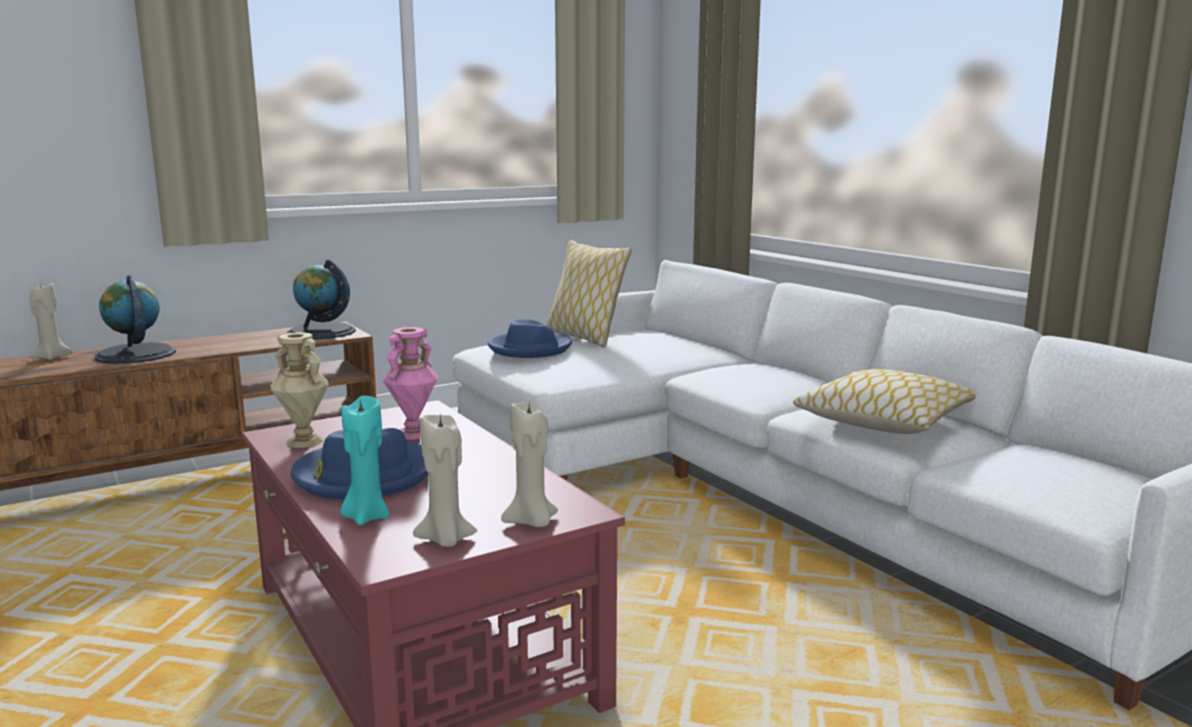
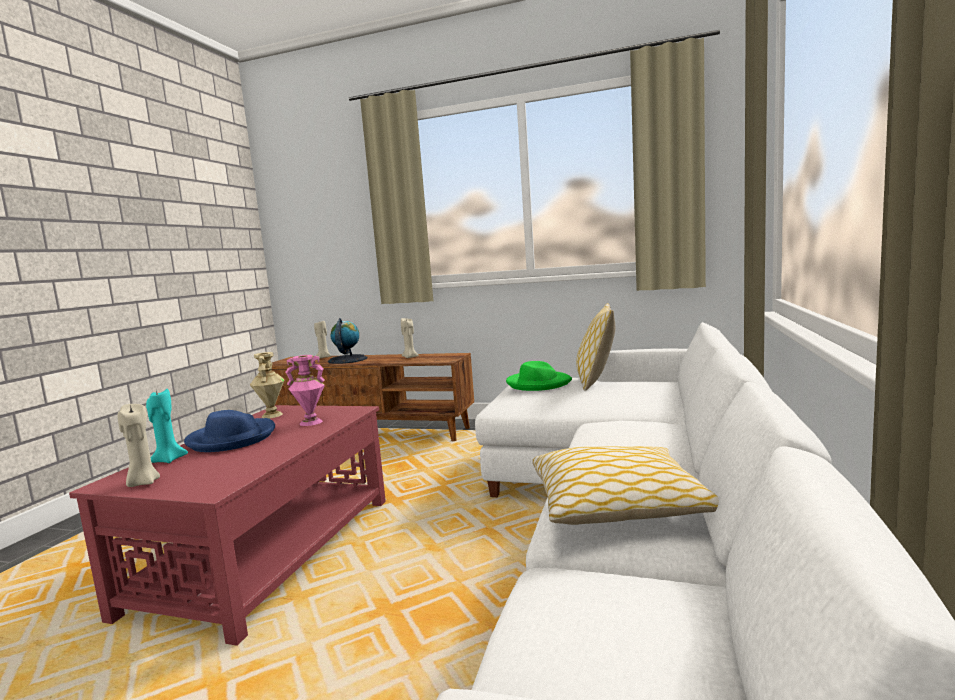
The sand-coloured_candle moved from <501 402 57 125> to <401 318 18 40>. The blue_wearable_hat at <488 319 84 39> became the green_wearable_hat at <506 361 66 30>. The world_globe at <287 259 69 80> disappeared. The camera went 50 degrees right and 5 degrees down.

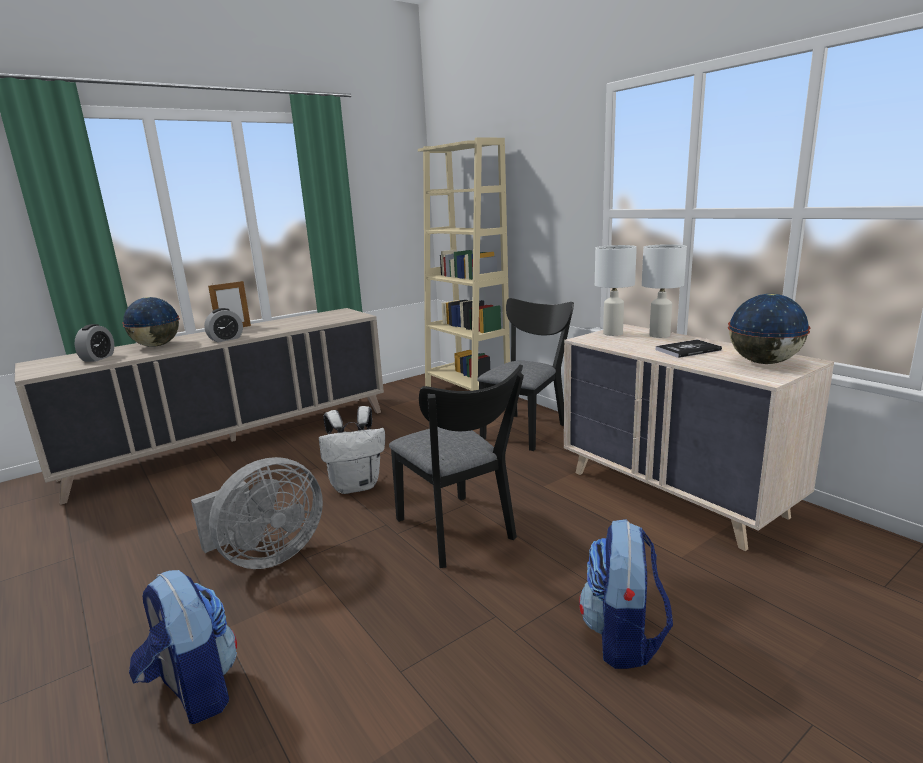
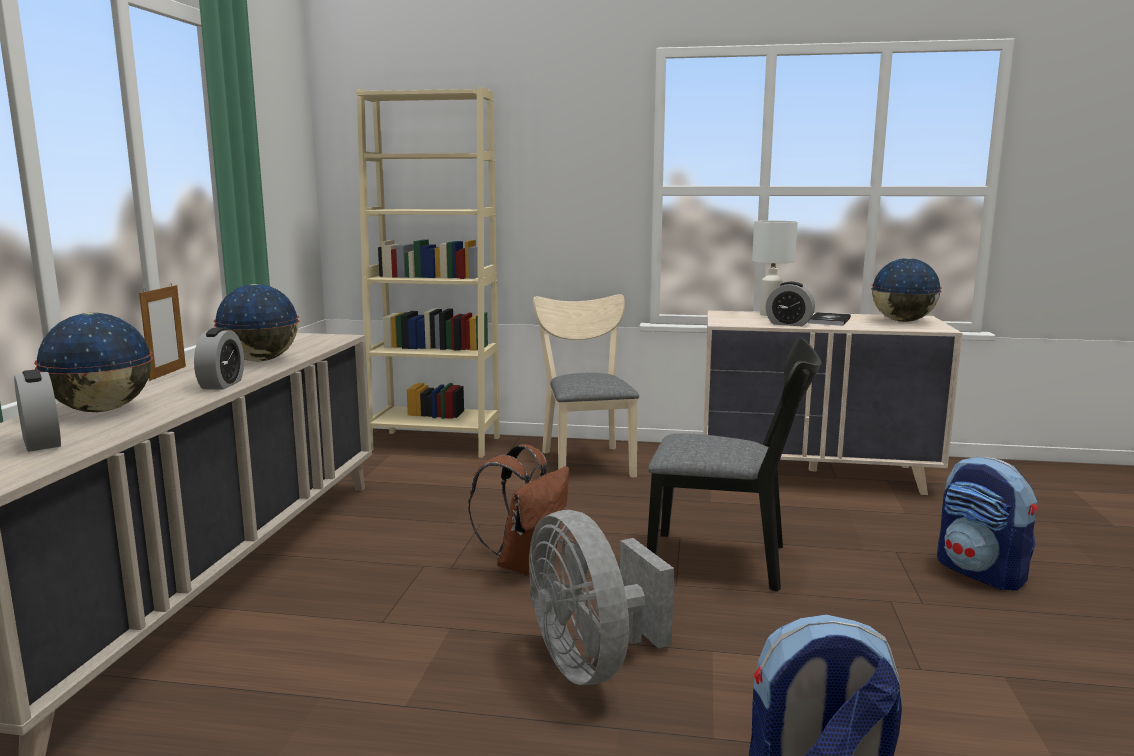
The world_globe at <214 284 85 78> appeared. The whitish_rucksack at <319 406 66 88> became the brown_rucksack at <468 444 101 132>. The greyish_electric_fan at <191 457 132 112> turned 150 degrees clockwise. The blackish_chair at <477 298 97 153> became the sand-coloured_chair at <533 294 106 184>. The alarm_clock at <766 282 49 44> appeared. The whitish_tabletop_lamp at <595 245 42 91> disappeared. The camera went 45 degrees left and 5 degrees down.

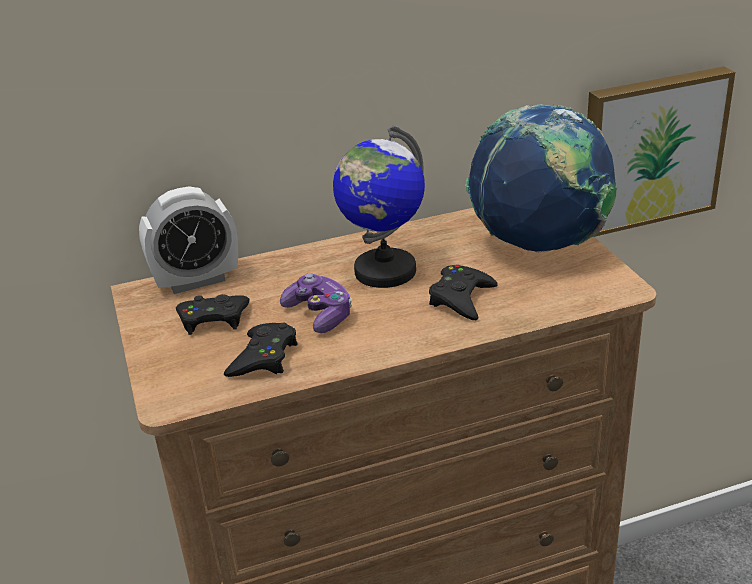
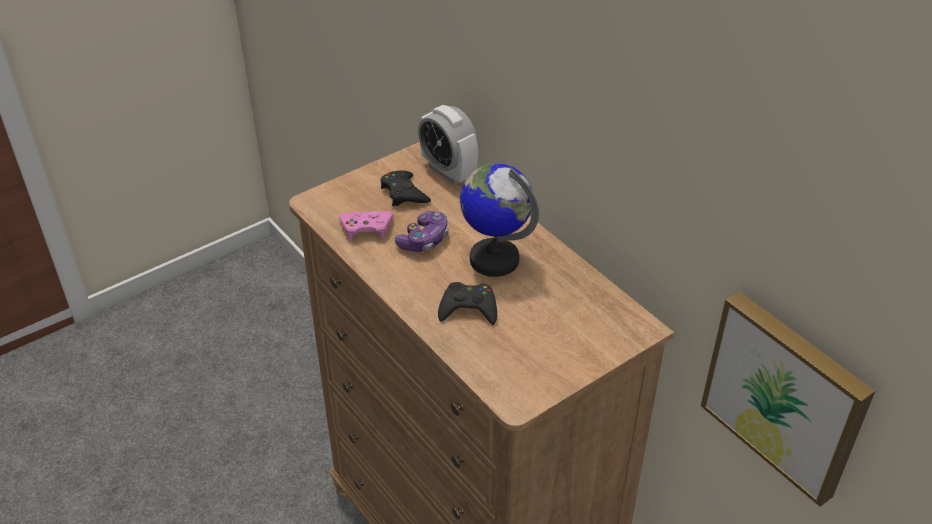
The blackish_game_controller at <224 323 74 54> became the pinkish_game_controller at <339 211 54 29>. The world_globe at <465 104 152 149> disappeared. The camera went 70 degrees right and 10 degrees up.

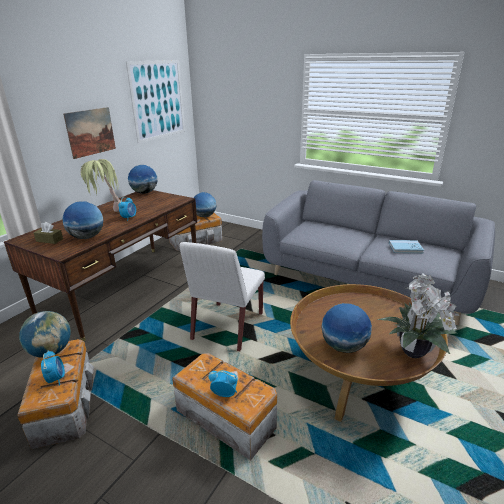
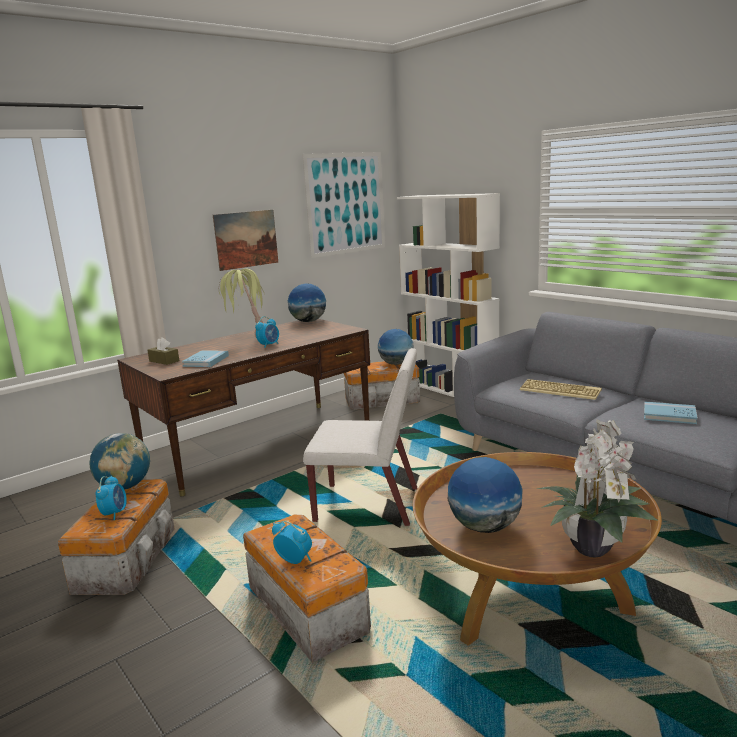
The world_globe at <63 201 40 38> was replaced by the blue_book at <182 350 47 17>. The whitish_chair at <180 242 85 110> turned 120 degrees counterclockwise. The whitish_bookcase at <397 193 103 204> appeared. The PC_keyboard at <520 379 82 21> appeared. The camera went 20 degrees right and 10 degrees down.

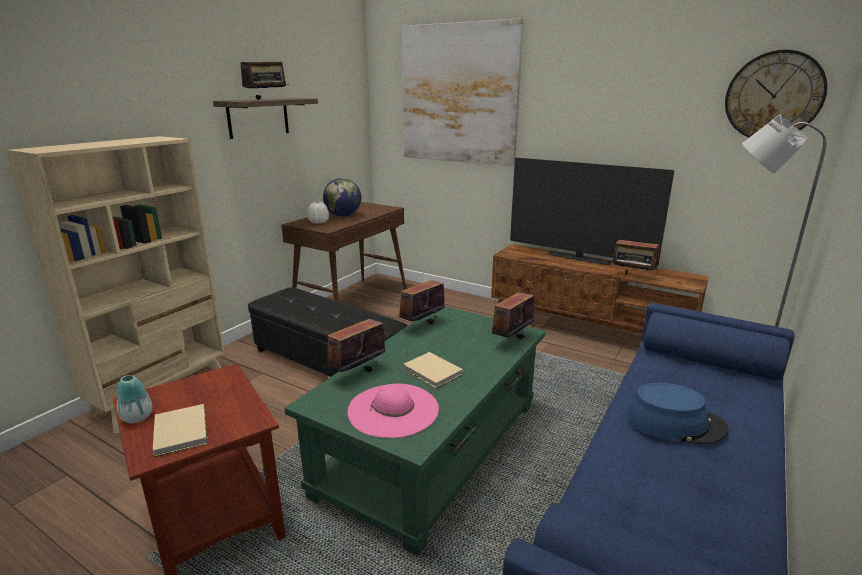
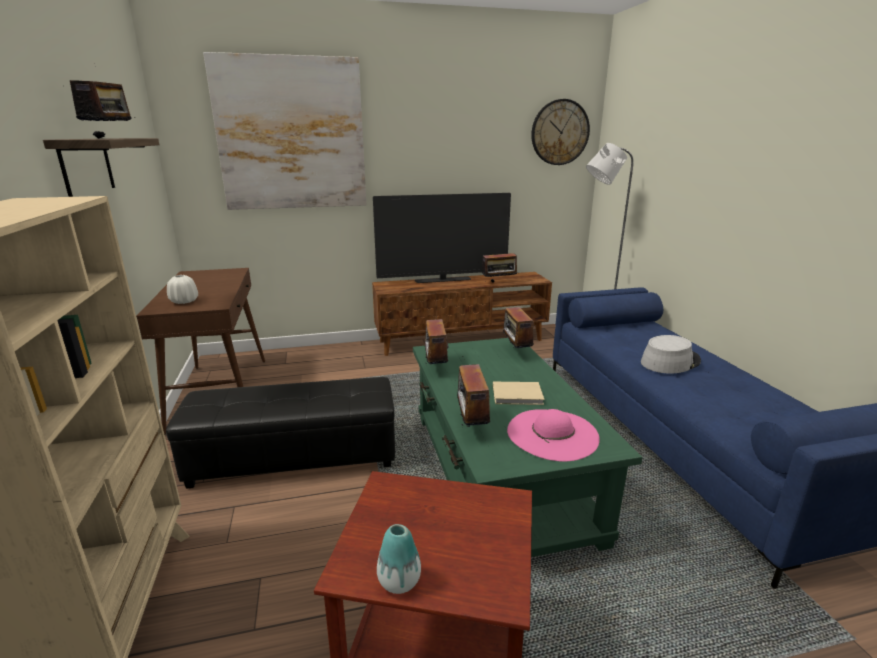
The blue_wearable_hat at <627 382 102 62> became the greyish_wearable_hat at <641 335 60 38>. The sand-coloured_book at <153 404 55 53> disappeared. The world_globe at <323 178 38 39> disappeared. The camera went 45 degrees left and 0 degrees up.

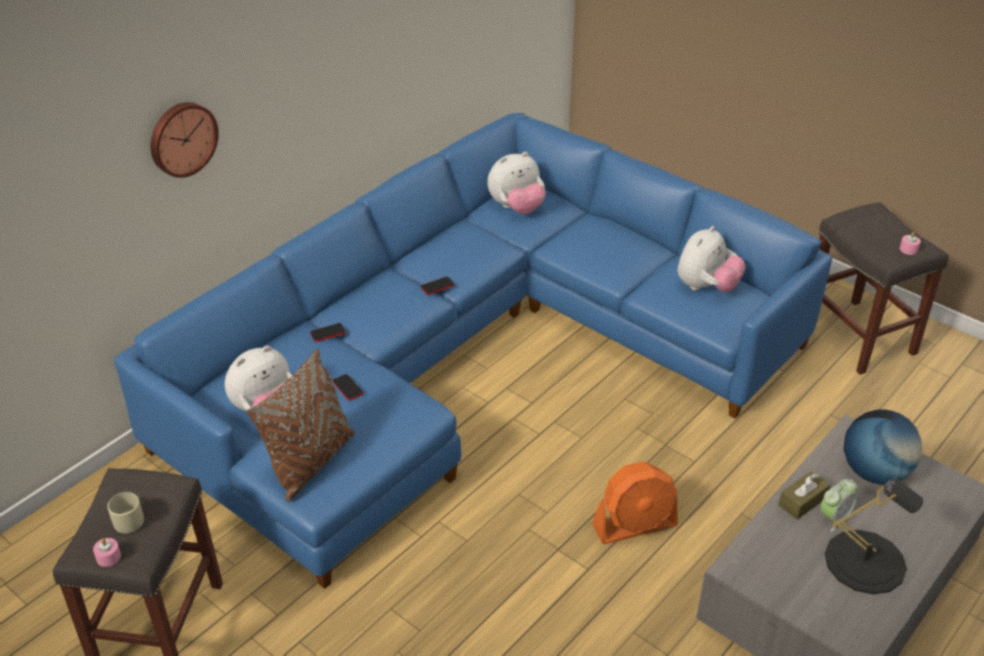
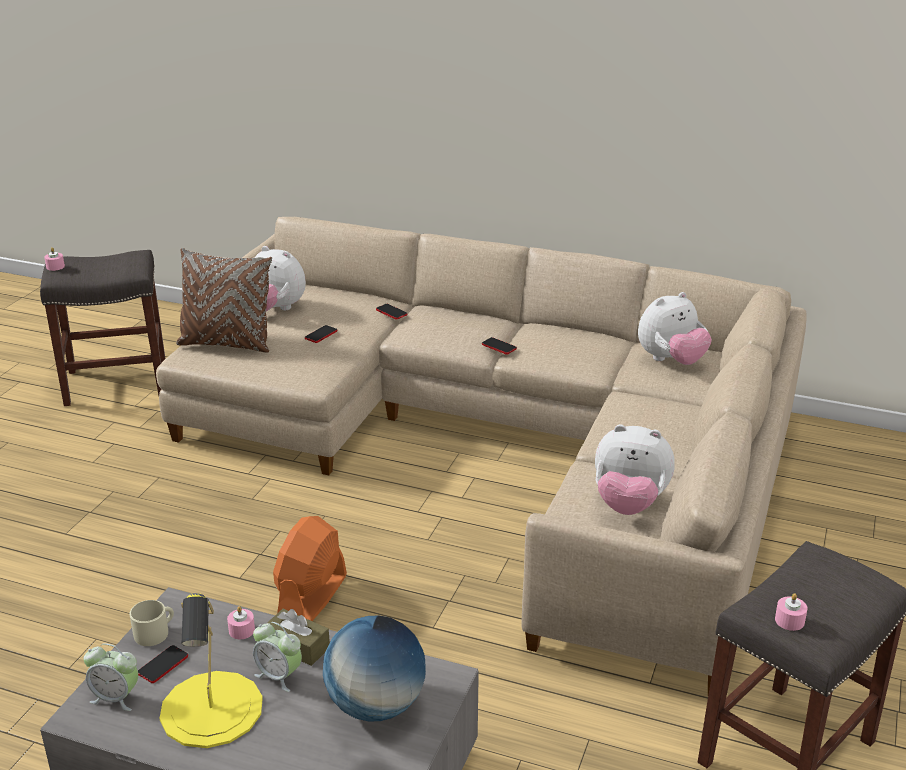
The alarm_clock at <84 643 54 68> appeared. The sand-coloured_coffee_mug moved from <107 492 37 41> to <129 600 45 46>. The phone at <138 645 50 38> appeared. The blue_settee at <114 113 719 476> became the sand-coloured_settee at <156 217 651 478>. The blackish_tabletop_lamp at <825 478 99 116> became the yellow-coloured_tabletop_lamp at <160 593 103 155>. The pinkish_candle at <227 606 28 33> appeared. The orange_electric_fan at <592 461 86 83> turned 60 degrees clockwise. The cuddly_toy at <487 152 59 62> turned 75 degrees counterclockwise. The hanging_clock at <151 102 68 76> disappeared. The camera went 70 degrees right and 10 degrees down.

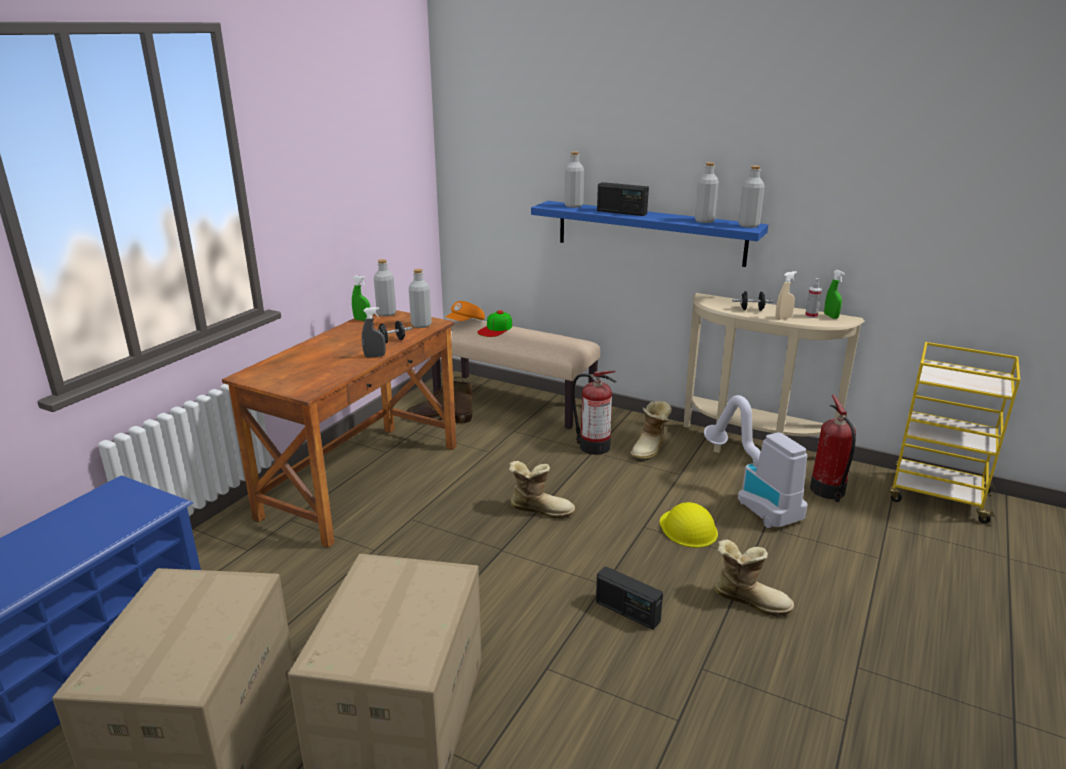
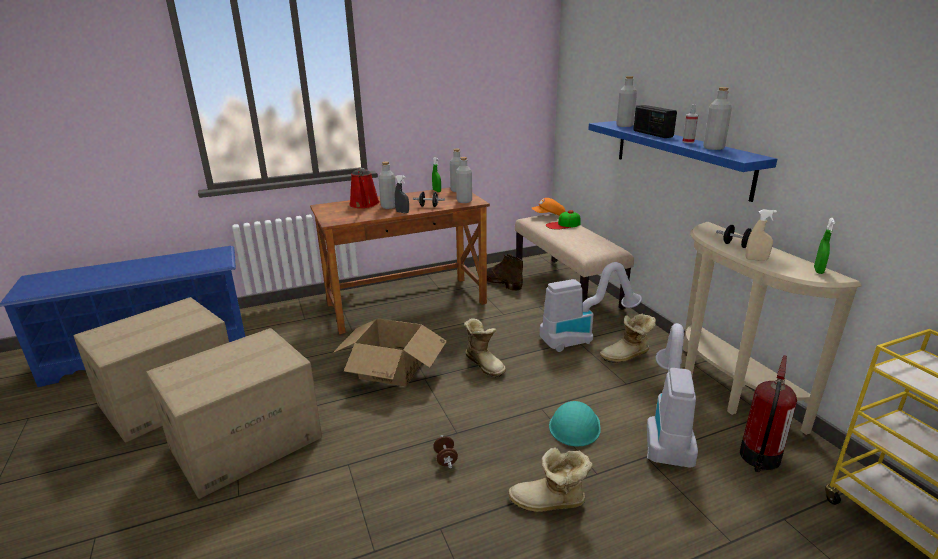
The carton at <333 318 114 69> appeared. The red_watering_can at <349 168 31 40> appeared. The greyish_bottle moved from <738 166 27 62> to <378 161 18 48>. The radio at <596 567 67 63> was replaced by the brown_free_weight at <433 435 25 33>. The boot at <715 540 79 76> turned 120 degrees clockwise. The fire-fighting_cylinder at <572 371 44 84> was replaced by the vacuum at <540 262 102 90>. The yellow-coloured_hard_hat at <660 502 58 46> became the turquoise_hard_hat at <549 401 52 46>. The spray_bottle moved from <805 278 17 40> to <682 104 16 39>. The camera went 40 degrees right and 0 degrees up.

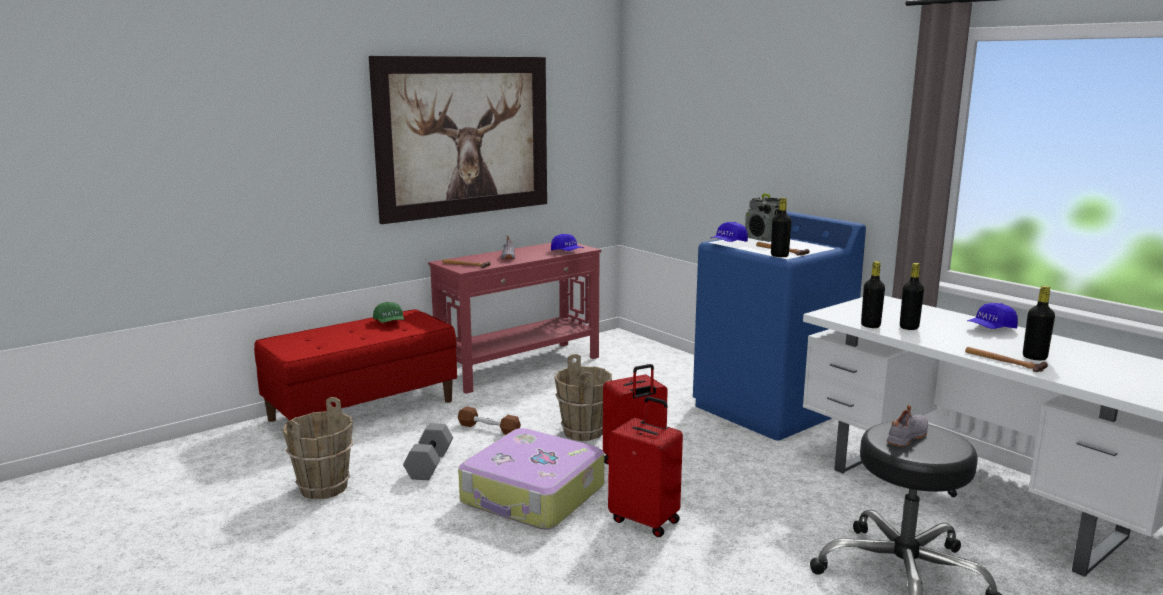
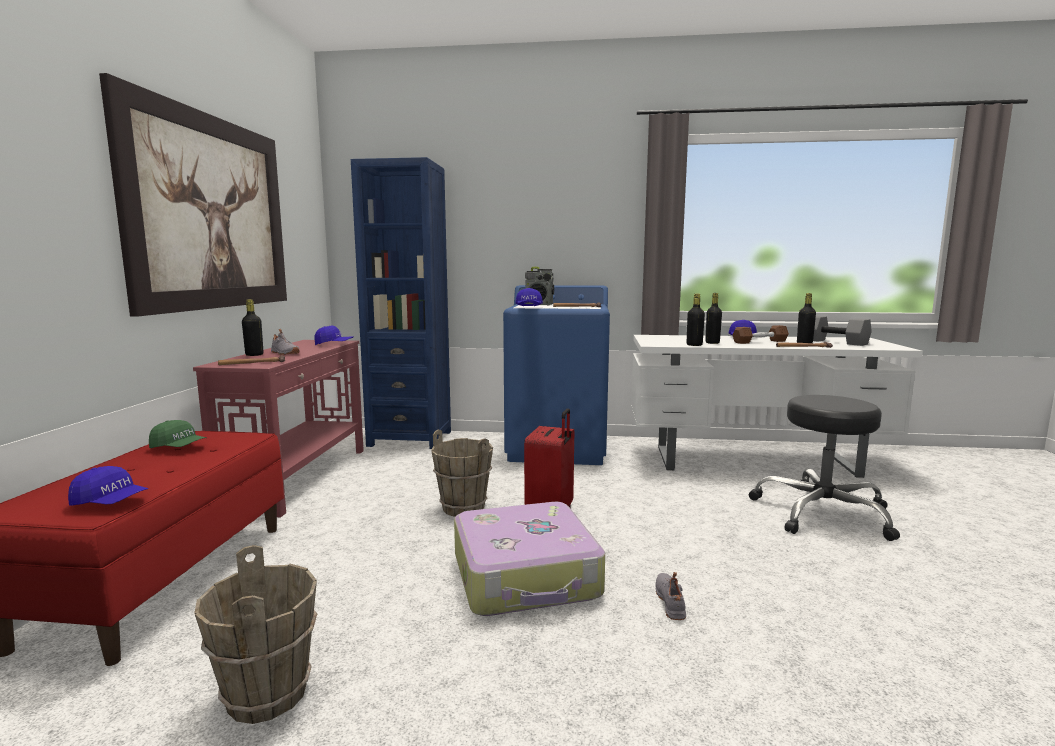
The blue_cap at <68 466 80 40> appeared. The blackish_bottle moved from <771 198 21 59> to <242 299 22 57>. The blue_bookcase at <351 157 100 292> appeared. The greyish_item_of_footwear moved from <887 405 41 42> to <656 572 30 48>. The brown_free_weight moved from <458 406 63 29> to <733 325 56 19>. The greyish_free_weight moved from <403 423 50 57> to <813 316 59 30>. The red_travel_case at <608 396 75 141> disappeared. The camera went 45 degrees left and 5 degrees down.

